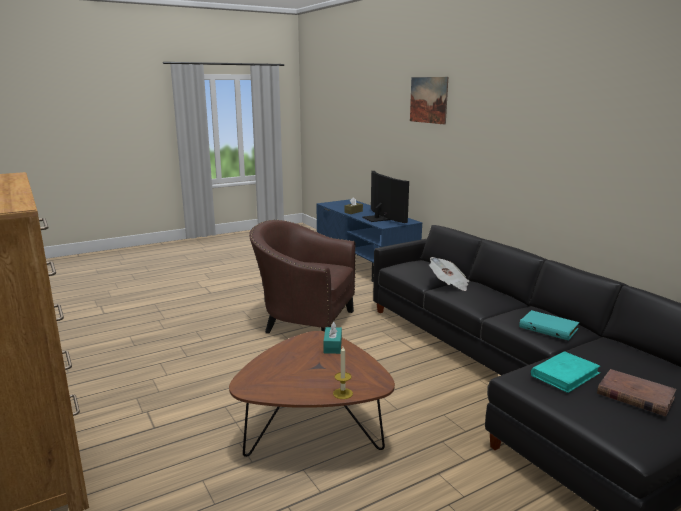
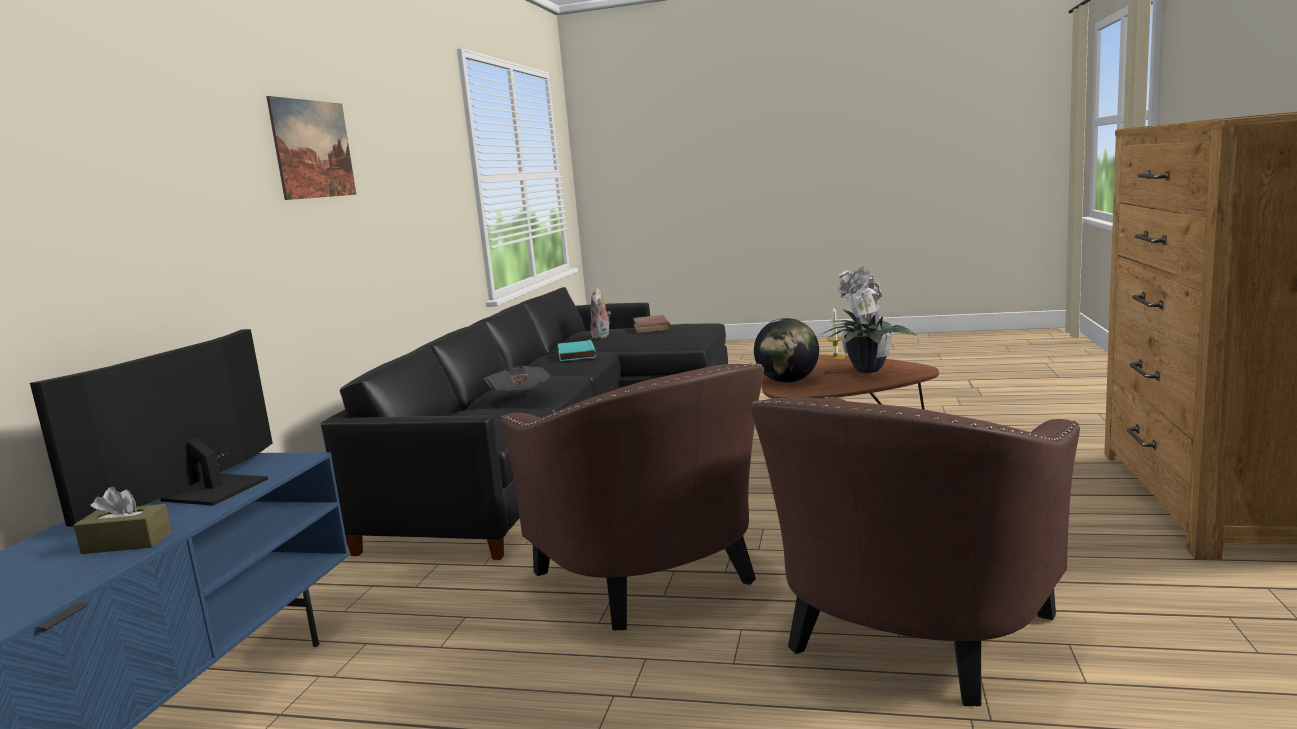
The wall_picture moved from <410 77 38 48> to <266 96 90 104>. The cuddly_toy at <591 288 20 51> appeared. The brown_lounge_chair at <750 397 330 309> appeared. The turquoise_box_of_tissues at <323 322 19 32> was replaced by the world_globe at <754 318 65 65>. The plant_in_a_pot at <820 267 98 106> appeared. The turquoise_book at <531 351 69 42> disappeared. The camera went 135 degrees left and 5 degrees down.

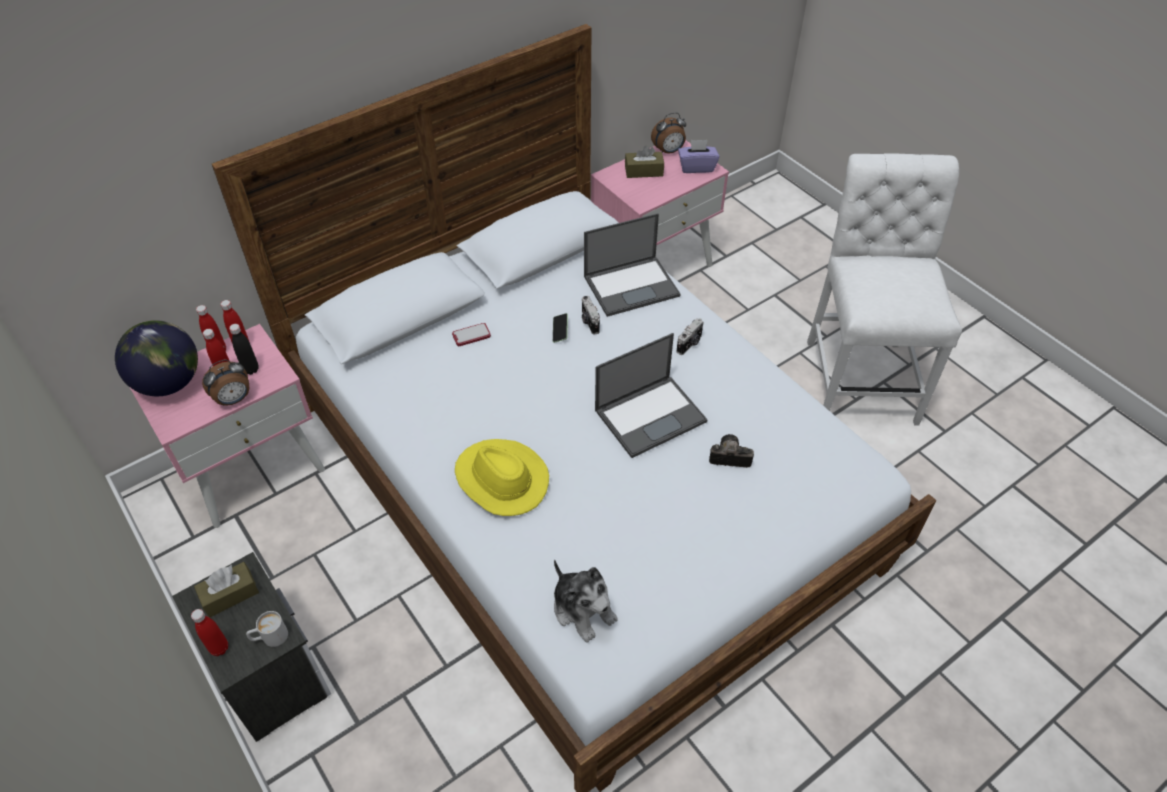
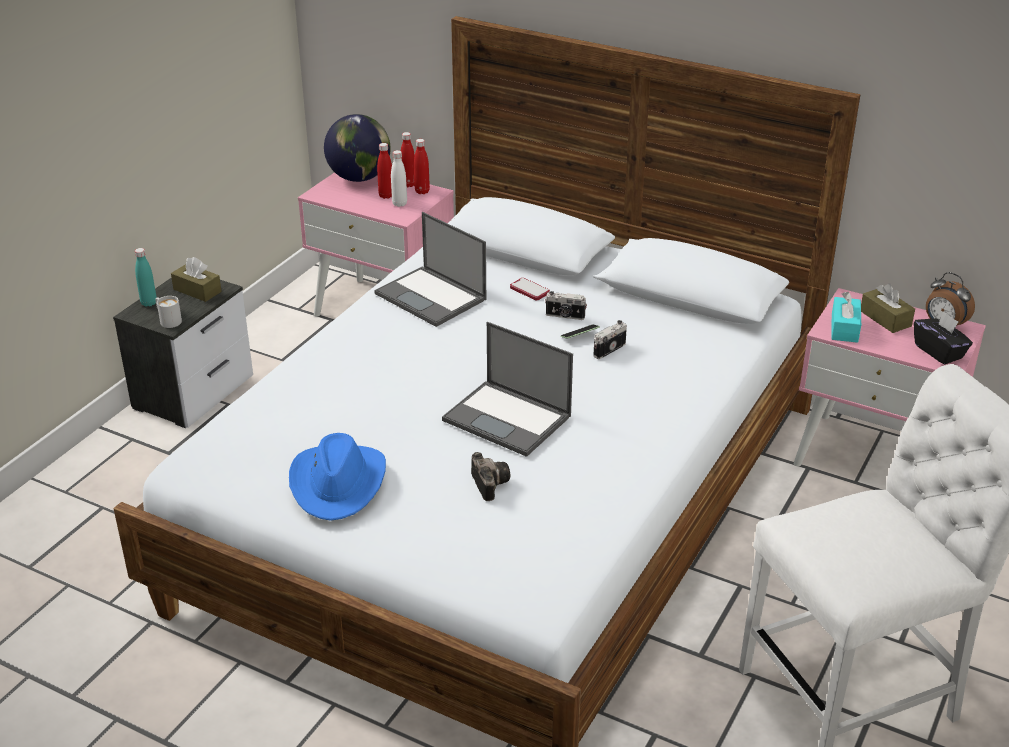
The red_bottle at <191 609 37 47> became the turquoise_bottle at <135 248 22 59>. The blue_wearable_hat at <289 433 97 88> appeared. The laptop moved from <584 213 96 104> to <374 212 112 115>. The blackish_bottle at <229 324 30 51> became the whitish_bottle at <391 150 16 57>. The photo_camera moved from <676 318 27 37> to <545 291 42 29>. The turquoise_box_of_tissues at <831 292 30 51> appeared. The purplish_box_of_tissues at <678 140 41 33> became the blackish_box_of_tissues at <914 311 59 54>. The alarm_clock at <202 360 48 46> disappeared. The yellow-coloured_wearable_hat at <455 439 94 77> disappeared. The cuddly_toy at <554 560 64 83> disappeared. The camera went 65 degrees right and 15 degrees down.

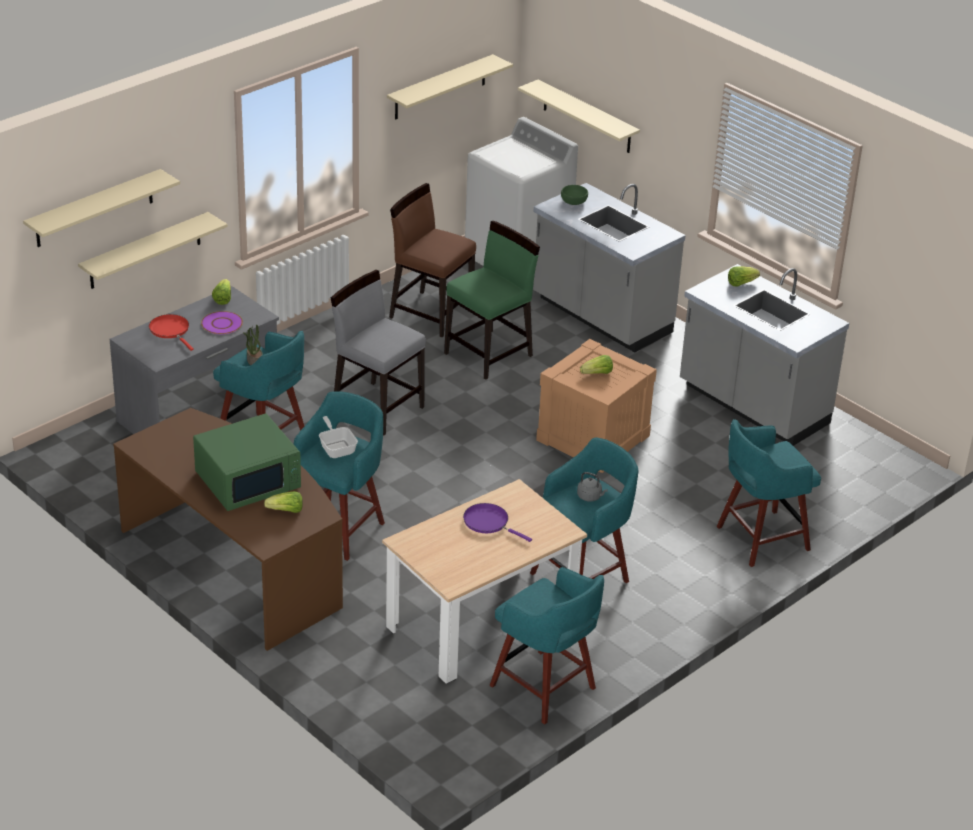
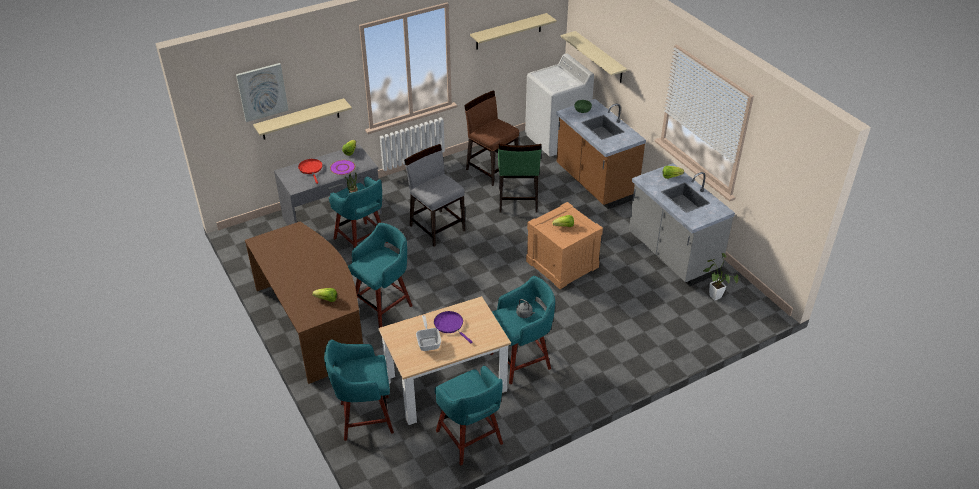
The sand-coloured_bracket_shelf at <23 169 157 78> was replaced by the wall_picture at <236 63 52 59>. The turquoise_stool moved from <717 419 104 148> to <324 339 70 102>. The frying_pan moved from <319 416 39 42> to <416 315 25 36>. The green_chair at <444 221 96 158> turned 120 degrees clockwise. The greyish_counter at <533 183 153 170> became the brown_counter at <556 99 90 110>. The plant_in_a_pot at <702 253 36 48> appeared. The green_microwave at <193 413 108 98> disappeared. The camera went 15 degrees right and 5 degrees up.

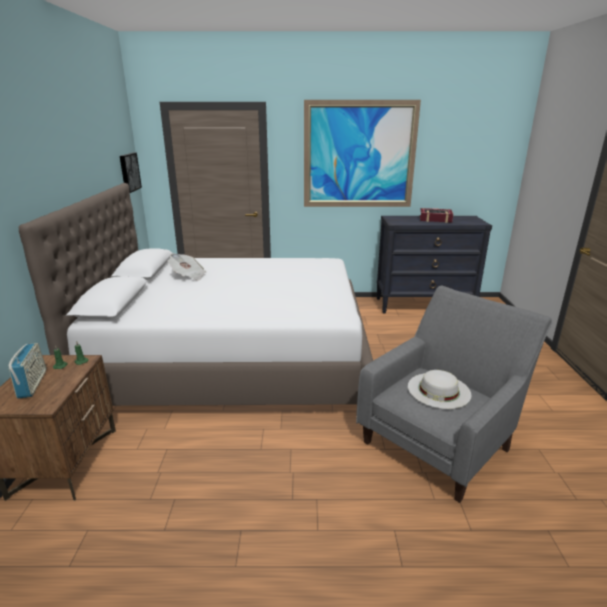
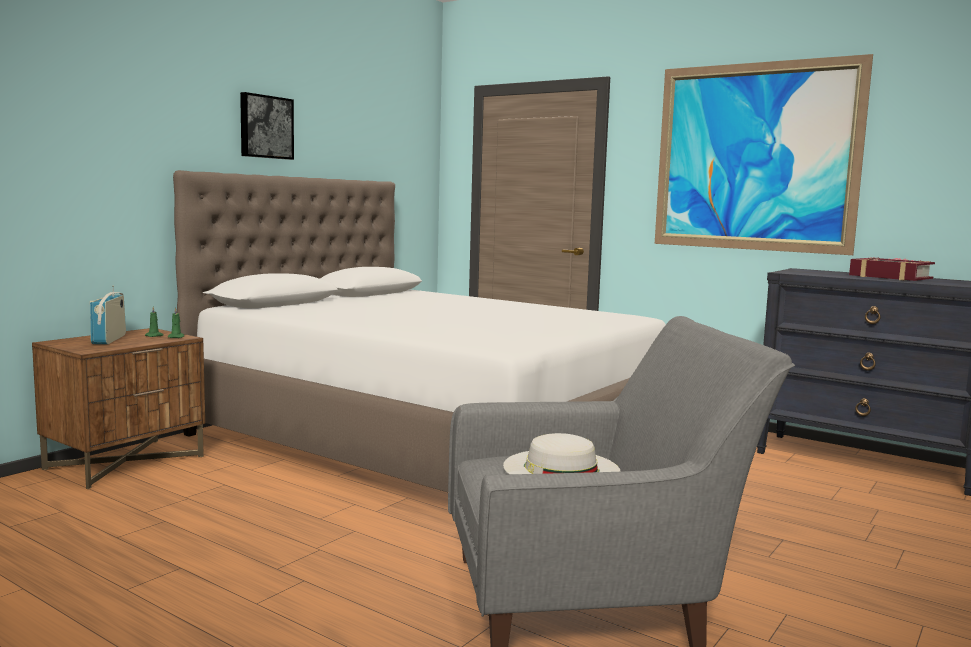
The radio at <9 343 37 56> turned 150 degrees clockwise. The wall_picture moved from <120 153 22 40> to <240 92 54 68>. The daily_paper at <167 253 39 28> disappeared. The camera went 35 degrees right and 15 degrees down.

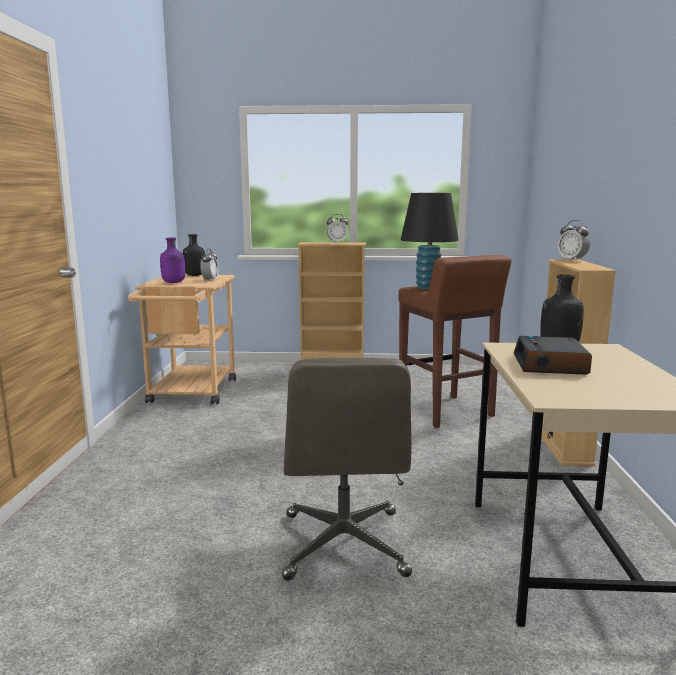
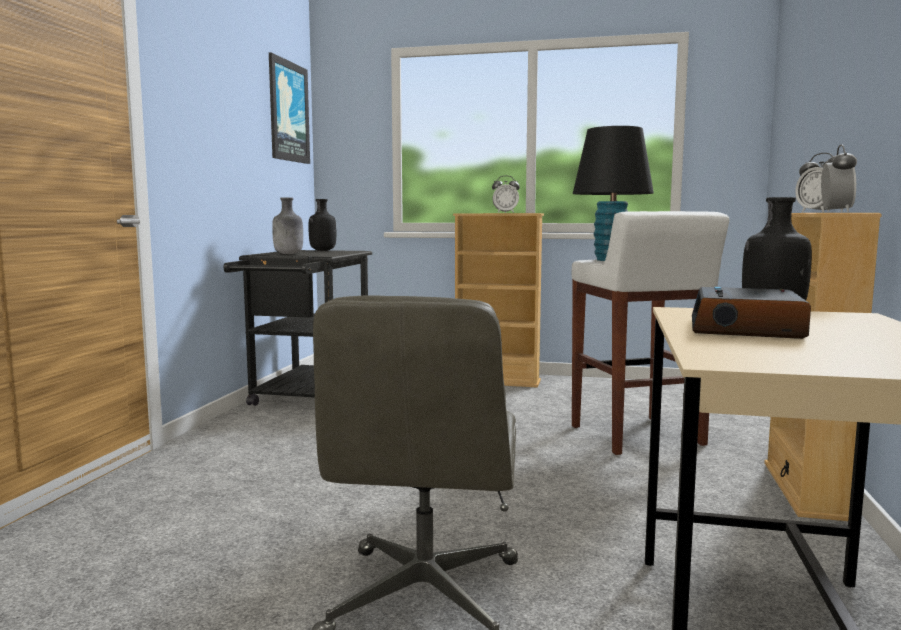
The sand-coloured_cart at <128 275 108 129> became the blackish_cart at <224 250 148 156>. The wall_picture at <269 52 41 112> appeared. The purplish_bottle at <160 238 25 45> became the greyish_bottle at <272 197 31 57>. The brown_stool at <399 255 113 173> became the whitish_stool at <571 211 159 244>. The alarm_clock moved from <200 249 19 33> to <821 144 36 68>. The camera went 10 degrees right and 5 degrees down.

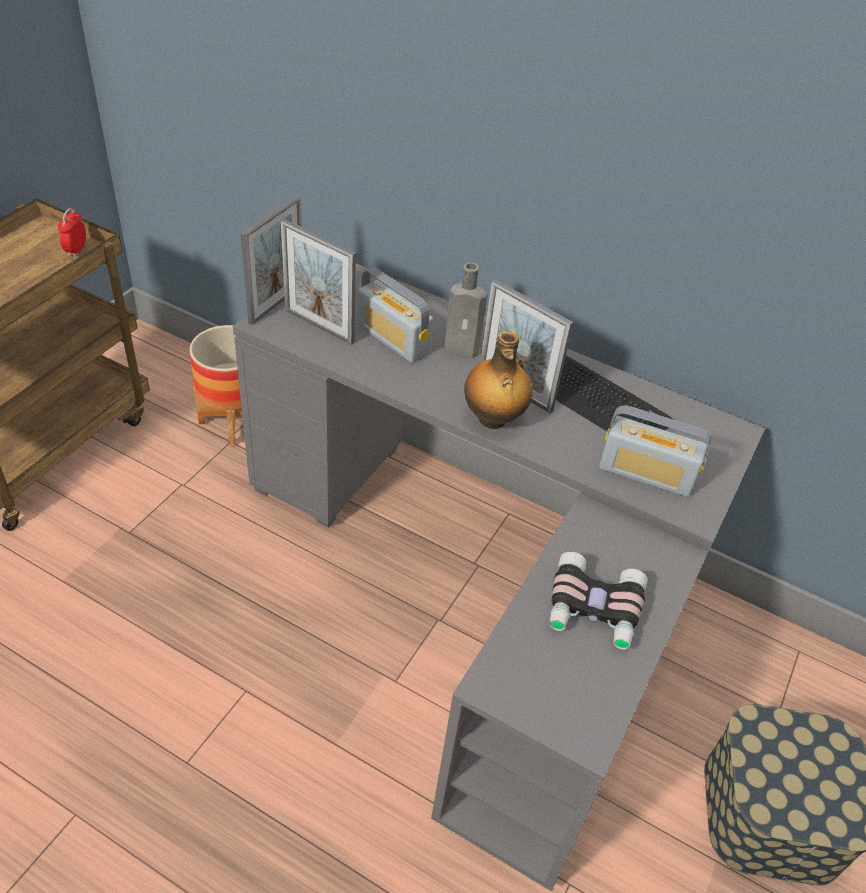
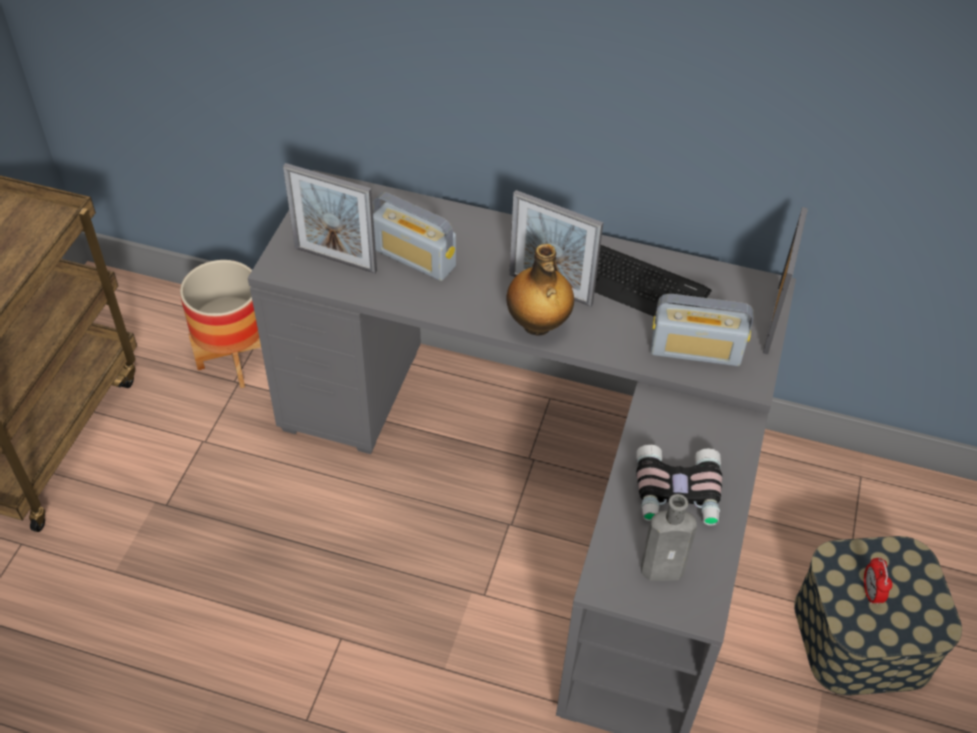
The greyish_bottle moved from <444 262 43 96> to <641 494 56 87>. The photo_frame moved from <240 194 62 131> to <763 207 45 147>. The alarm_clock moved from <58 208 28 49> to <864 557 28 48>. The camera went 10 degrees left and 5 degrees up.

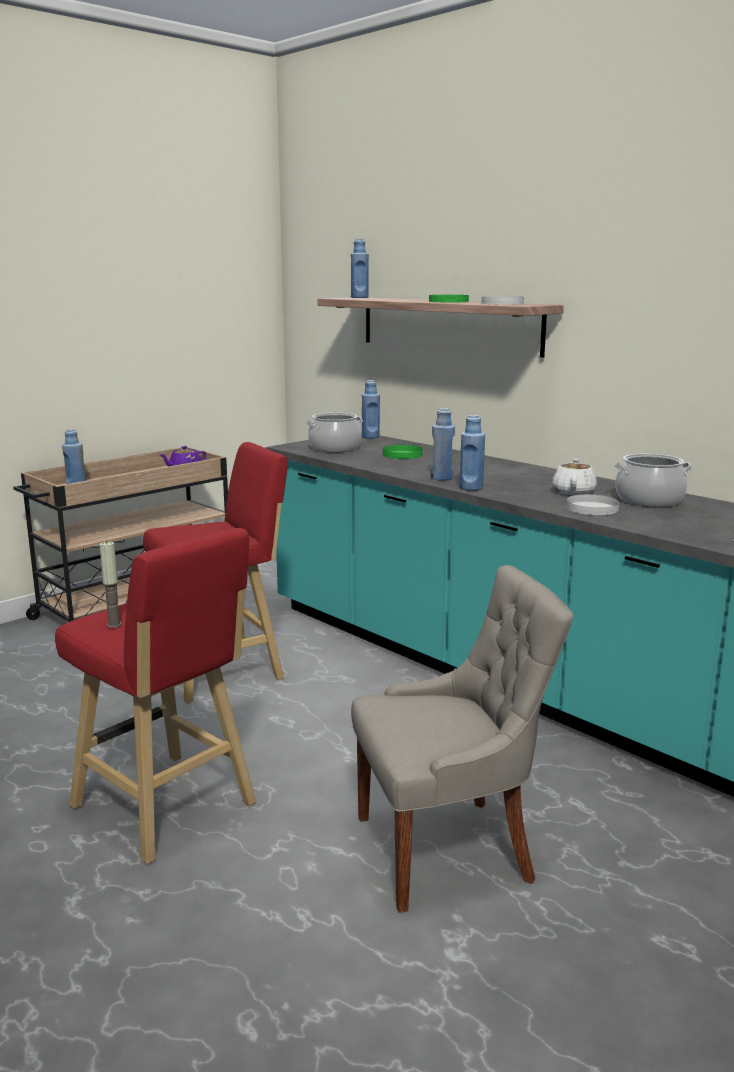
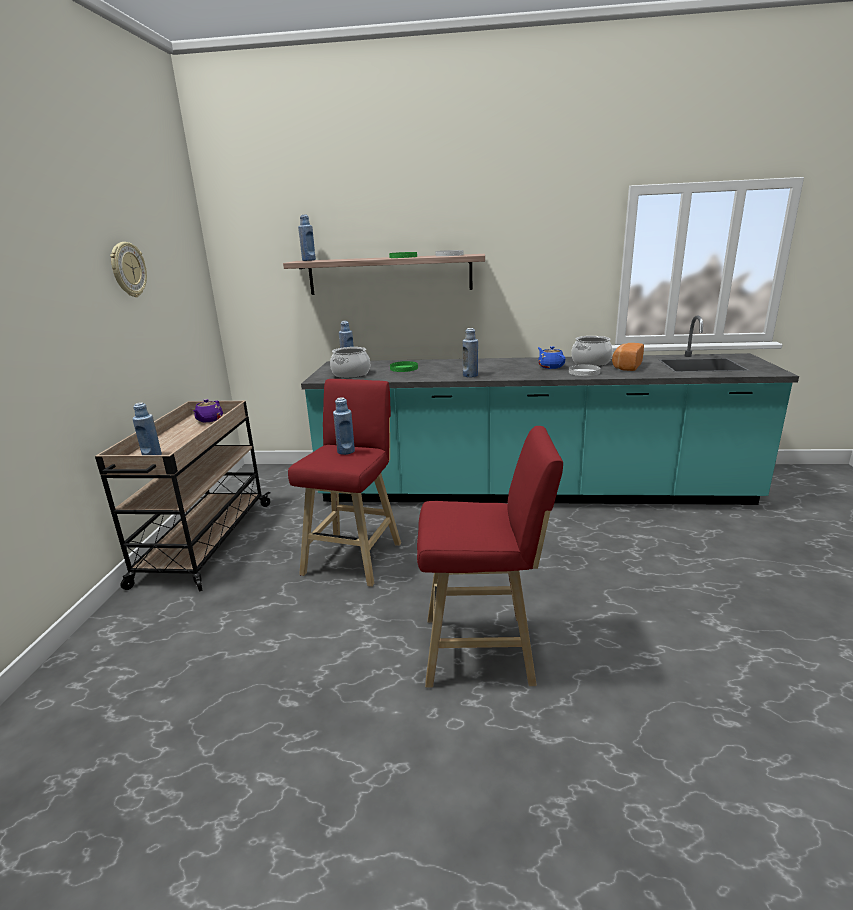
The hanging_clock at <110 242 37 55> appeared. The blue_bottle moved from <460 415 25 76> to <333 397 22 58>. The whitish_teapot at <552 458 45 37> became the blue_teapot at <538 346 28 23>. The bread at <612 343 32 28> appeared. The candle at <100 541 22 87> disappeared. The greyish_chair at <351 565 222 348> disappeared. The camera went 40 degrees left and 5 degrees up.

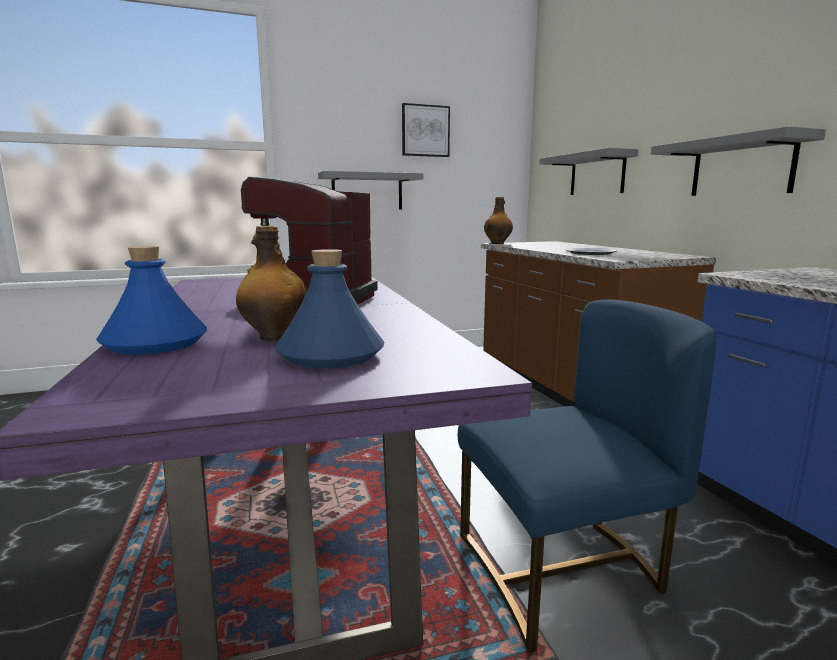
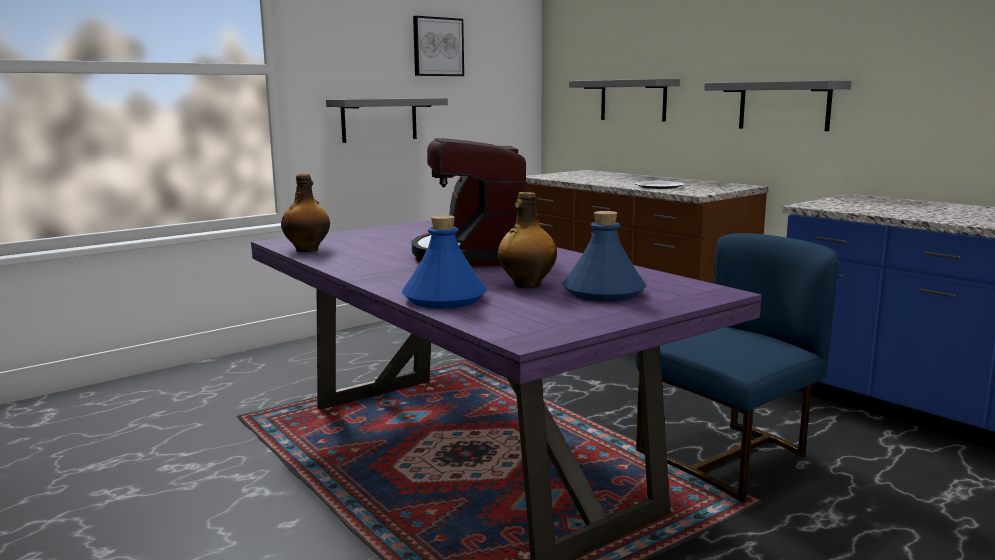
The bottle moved from <484 197 29 47> to <281 174 49 78>. The camera went 20 degrees left and 0 degrees up.

